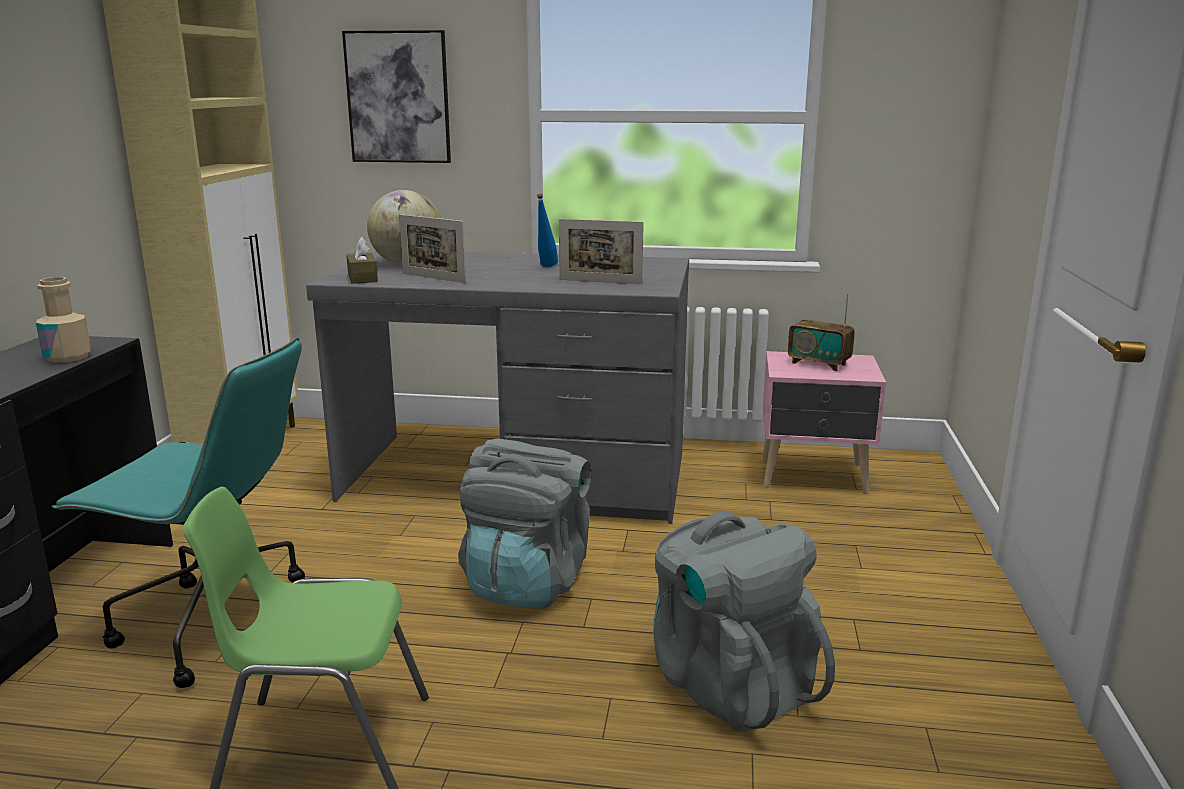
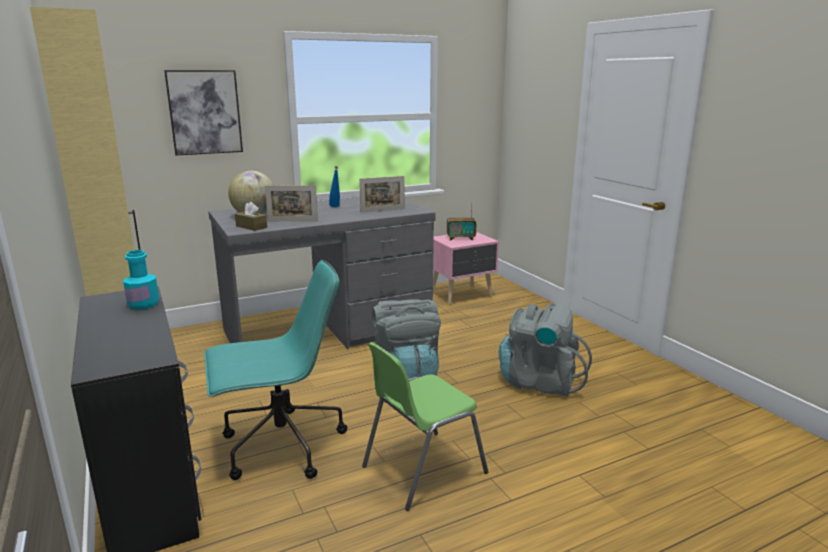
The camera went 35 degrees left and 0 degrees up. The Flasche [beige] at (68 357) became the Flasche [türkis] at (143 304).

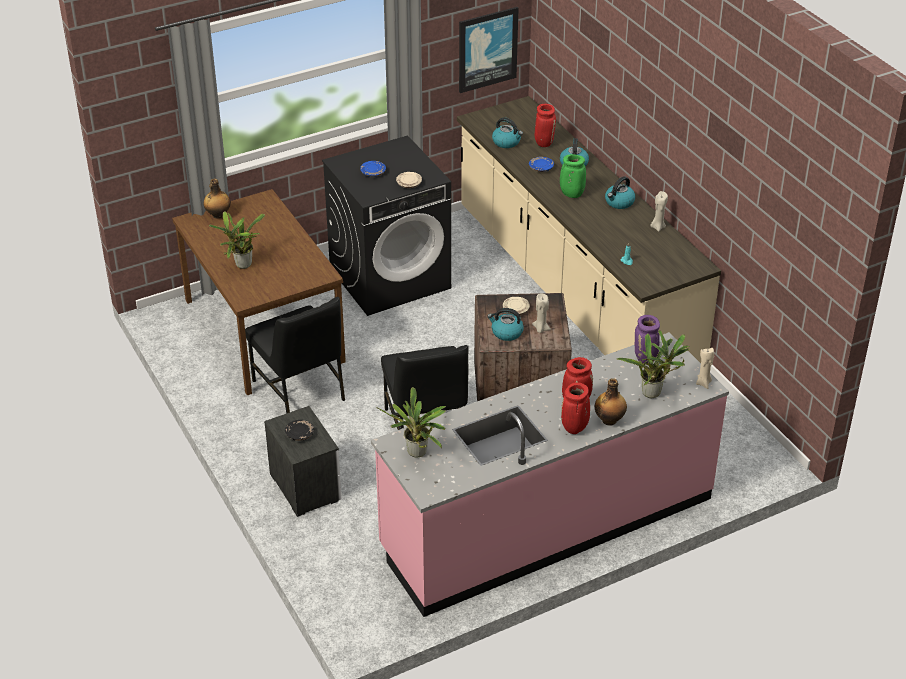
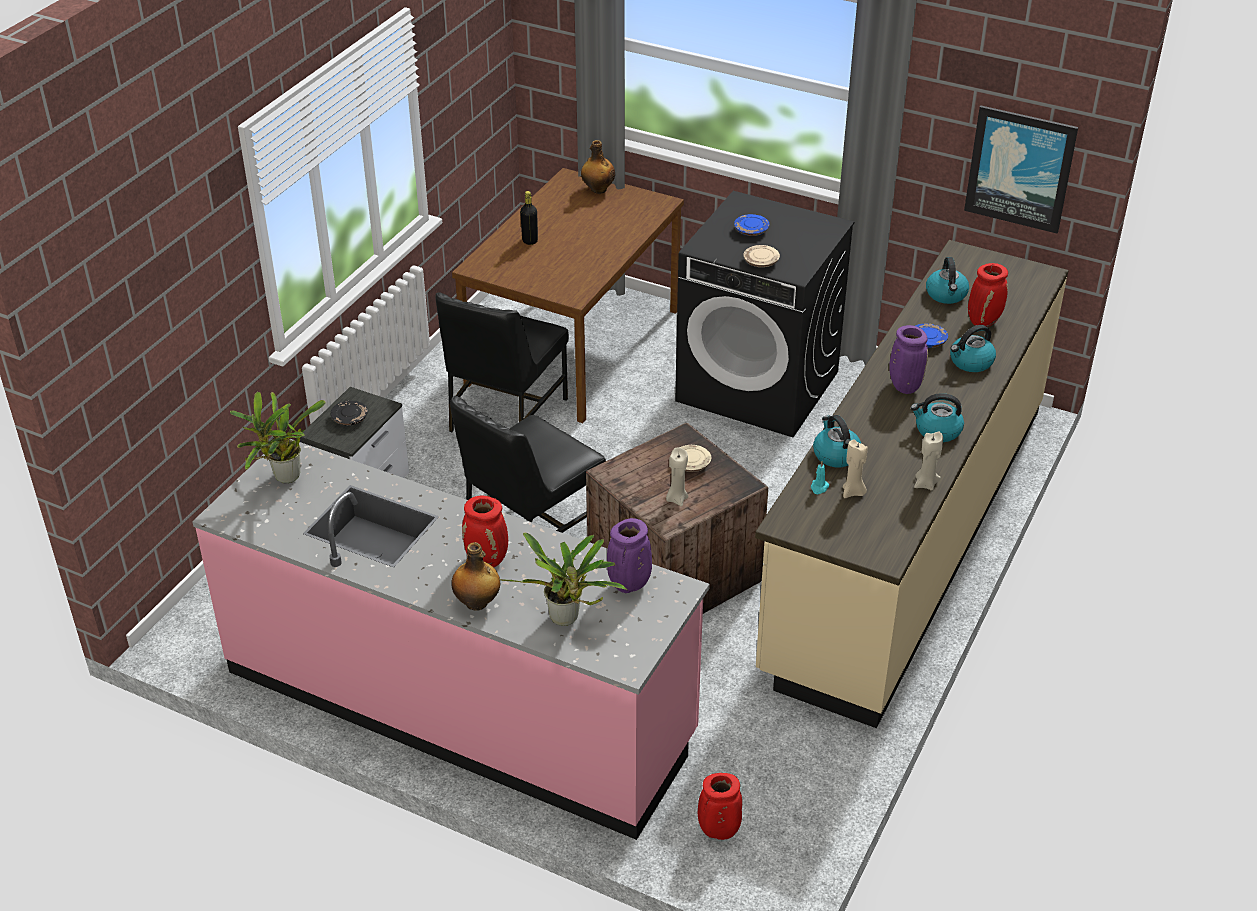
The camera went 55 degrees right and 0 degrees up. The Wasserkessel moved from (506 333) to (835 454). The Vase [rot] moved from (574 429) to (718 831). The Kerze [beige] moved from (703 383) to (853 492). The Topfpflanze at (242 266) was replaced by the Flasche [schwarz] at (530 241). The Vase [grün] at (571 194) became the Vase [lila] at (904 386).

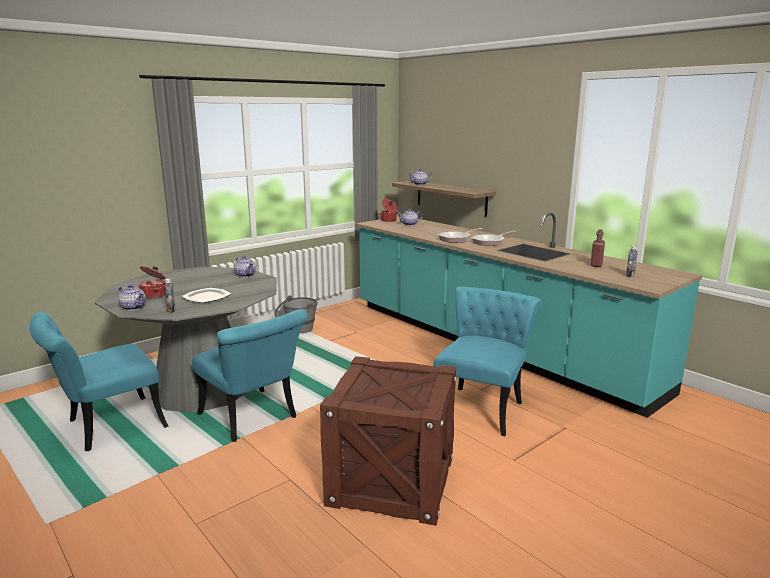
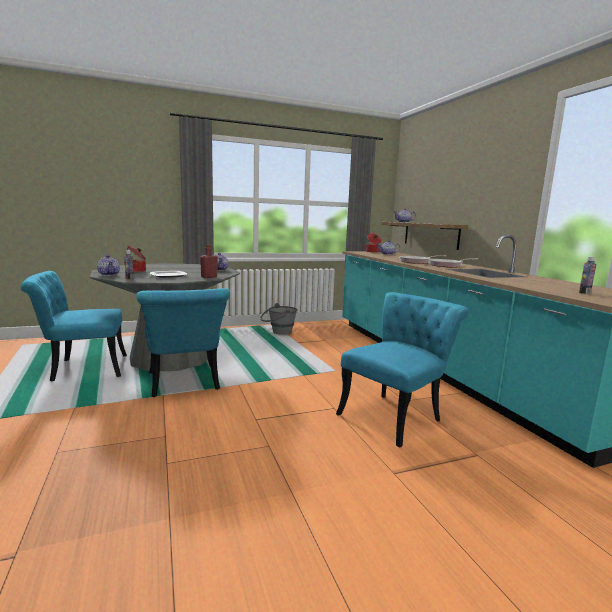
The camera went 20 degrees right and 5 degrees down. The Kiste at (392 480) disappeared. The Flasche [rot] moved from (596 265) to (209 277).

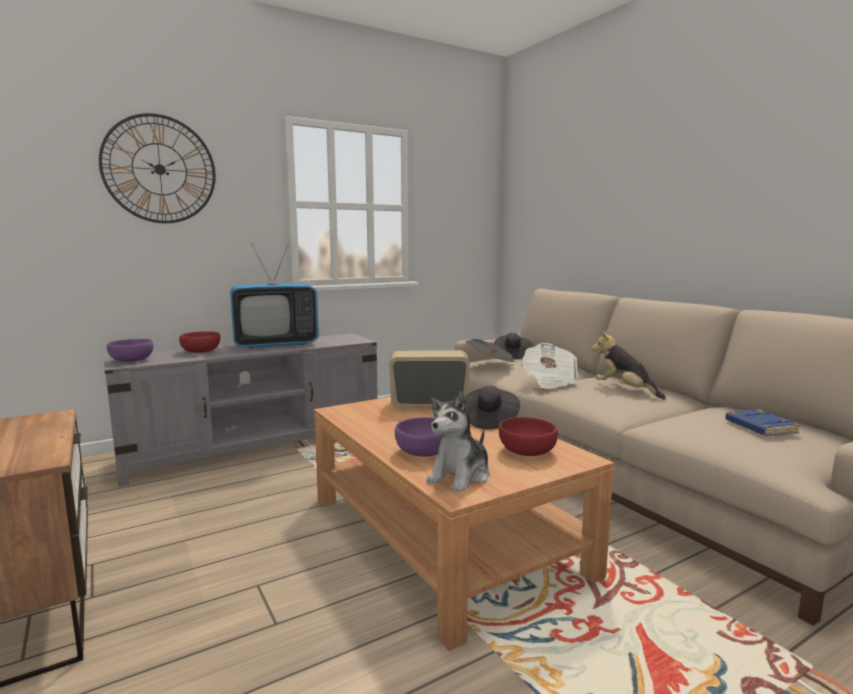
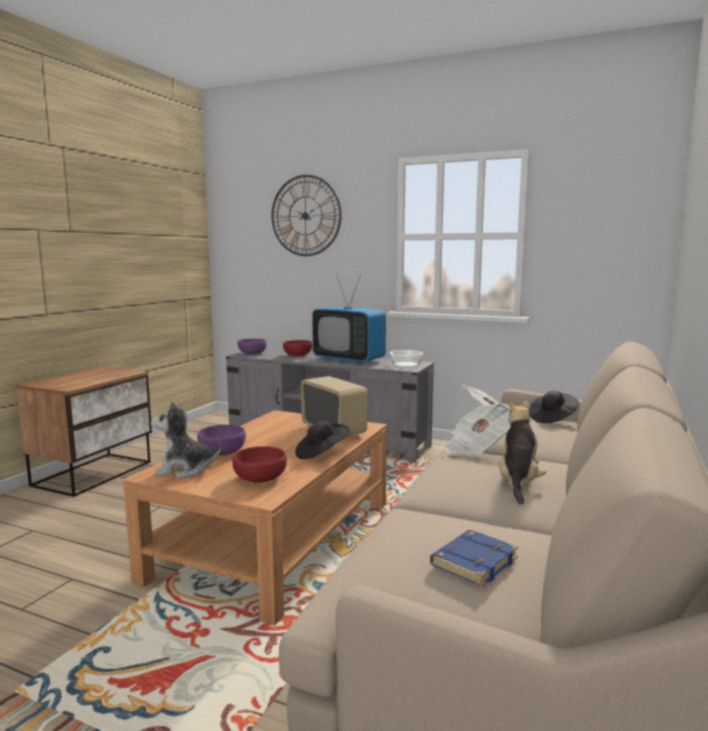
The camera went 55 degrees right and 0 degrees up. The Schüssel at (406 364) appeared.

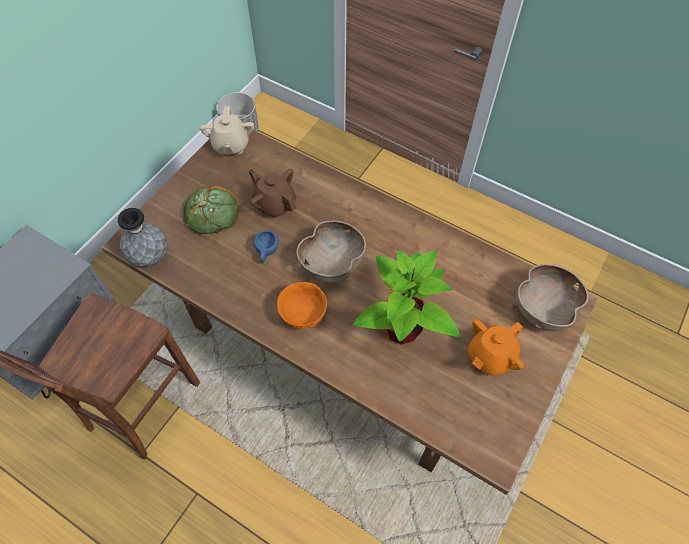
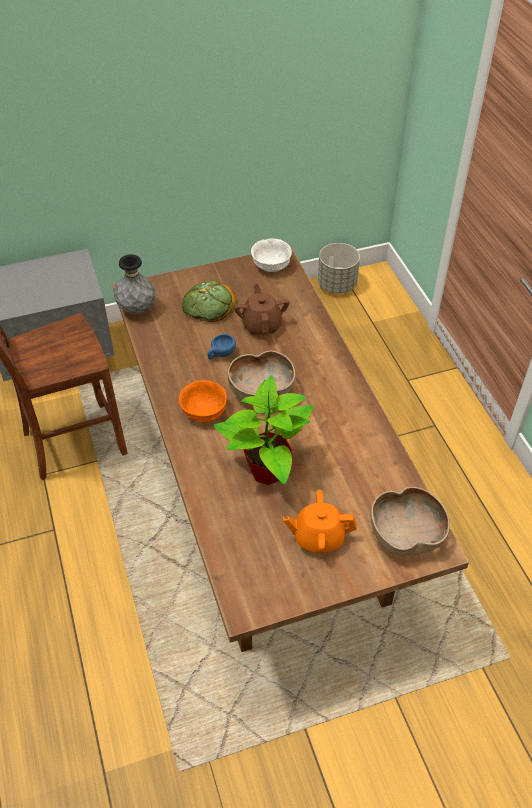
The camera went 40 degrees right and 10 degrees down. The Teekanne [beige] at (231 145) was replaced by the Schüssel [weiß] at (271 265).

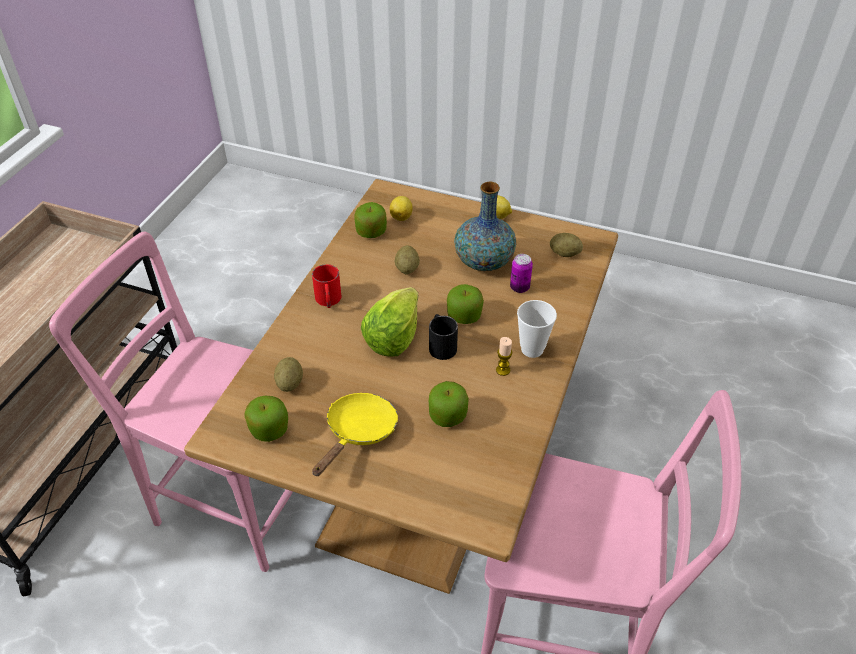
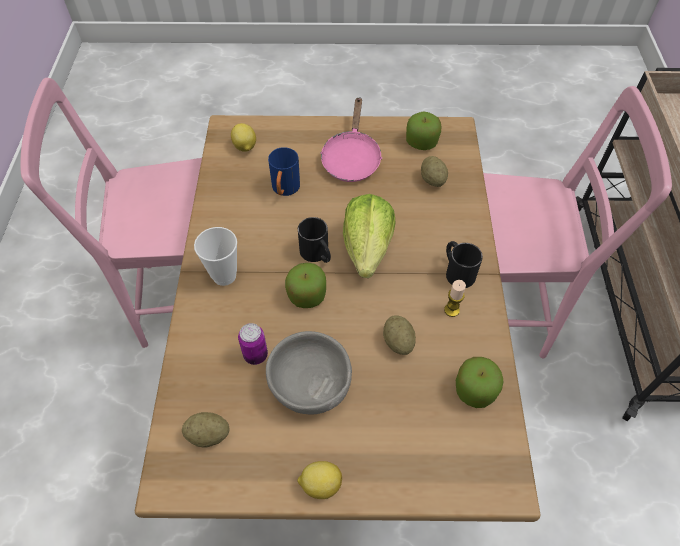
The camera went 160 degrees right and 10 degrees up. The Zitrone moved from (401 217) to (245 147). The Kerze moved from (503 370) to (451 310). The Apfel at (448 415) was replaced by the Henkelbecher [blau] at (285 190). The Vase at (483 262) was replaced by the Schüssel [grau] at (311 383). The Henkelbecher [rot] at (328 301) became the Henkelbecher [schwarz] at (457 271). The Pfanne [gelb] at (358 432) became the Pfanne [rosa] at (351 158).

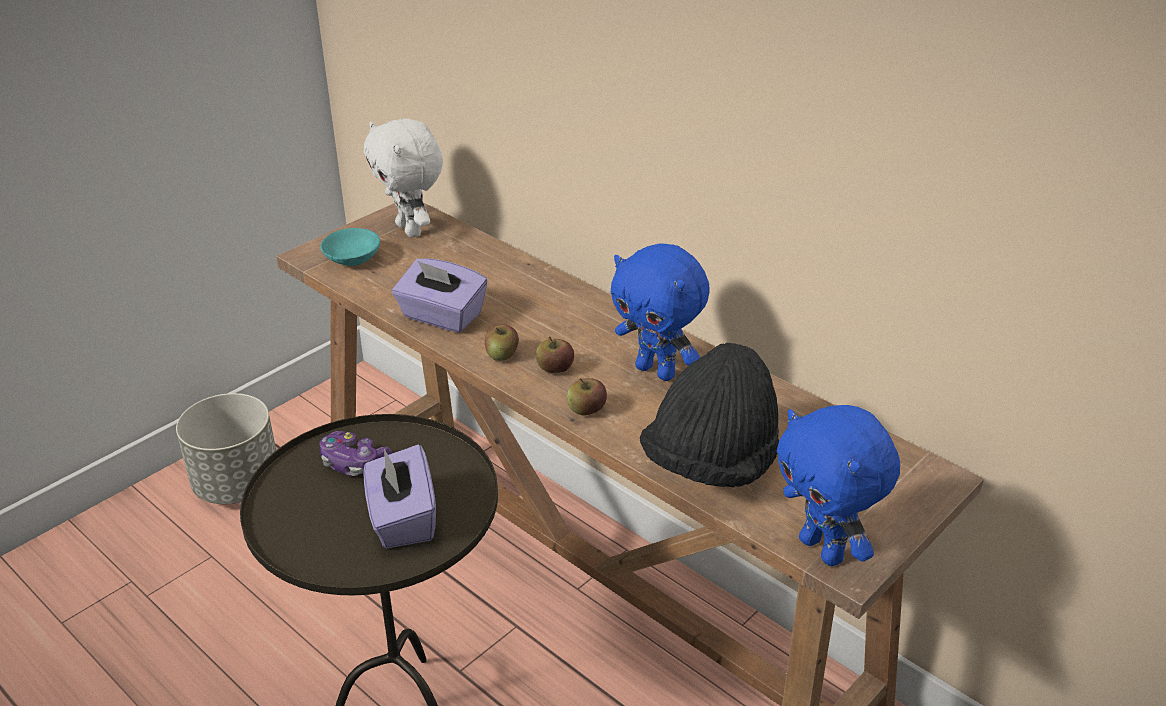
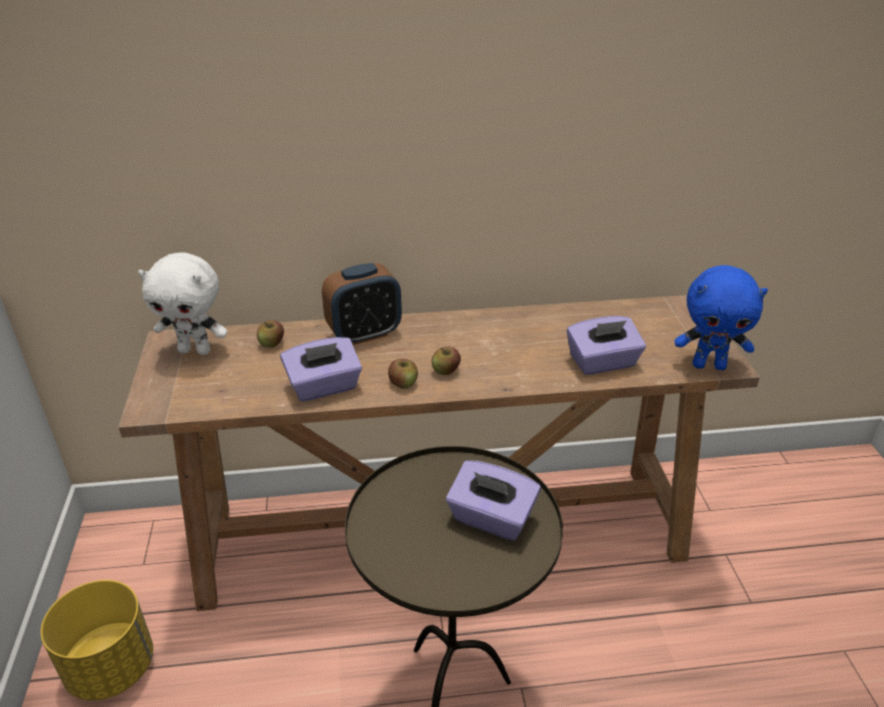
The camera went 50 degrees left and 0 degrees up. The Gamepad at (354 463) disappeared. The Schüssel [türkis] at (354 258) disappeared. The Plüschtier [blau] at (657 371) disappeared. The Wecker at (364 334) appeared. The Apfel moved from (586 410) to (272 343). The Hut [schwarz] at (711 463) was replaced by the Taschentuchbox [lila] at (603 363). The Pflanzkübel [grau] at (238 484) became the Pflanzkübel [gelb] at (111 667).

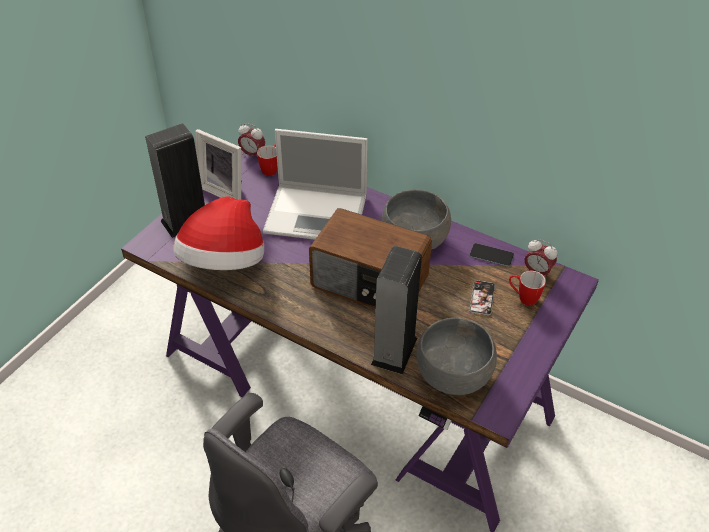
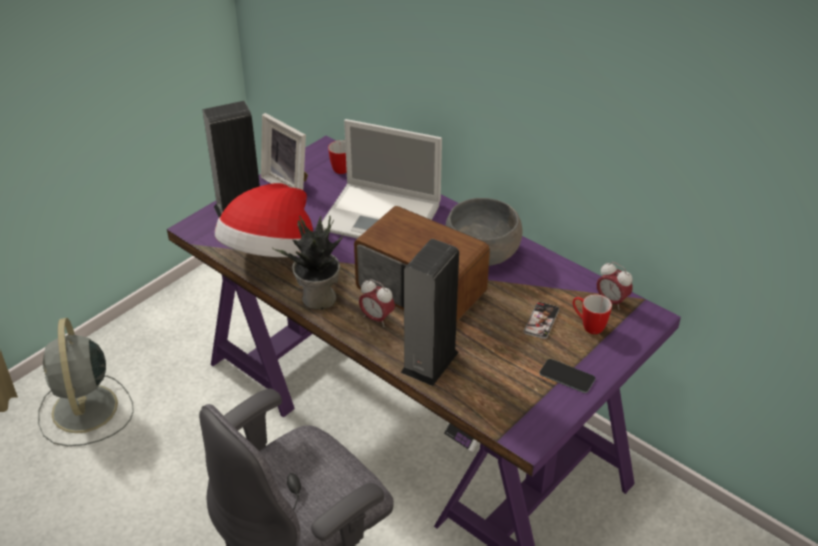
The camera went 10 degrees right and 5 degrees down. The Schüssel [grau] at (454 374) disappeared. The Ventilator [grau] at (85 411) appeared. The Topfpflanze at (318 299) appeared. The Wecker moved from (252 154) to (377 318). The Handy moved from (491 255) to (567 376).

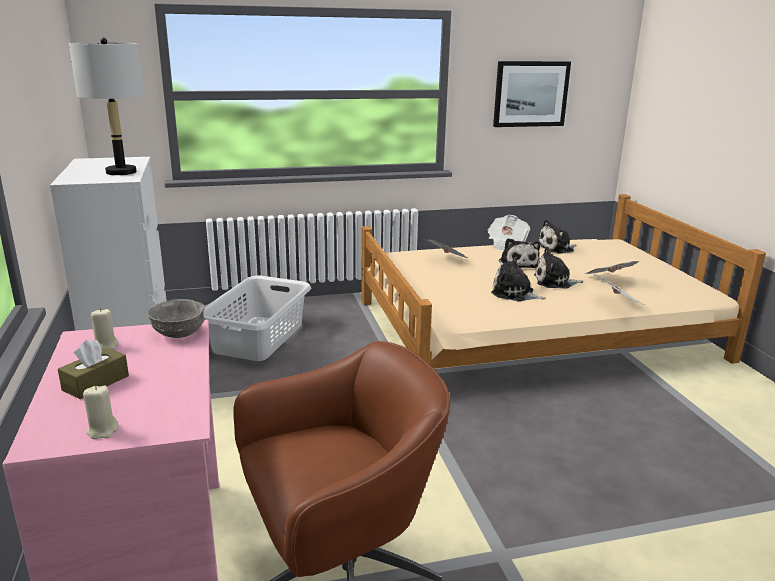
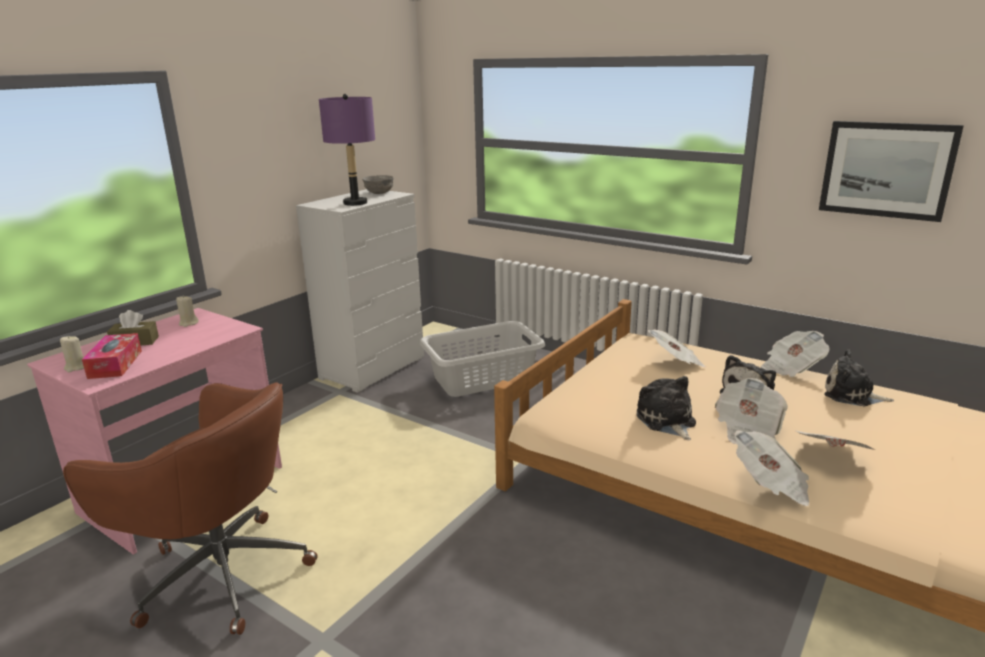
The camera went 50 degrees right and 0 degrees up. The Taschentuchbox at (115 364) appeared. The Schüssel [grau] moved from (179 332) to (379 192). The Plüschtier at (554 282) was replaced by the Zeitung at (747 429). The Tischlampe [grau] at (121 172) became the Tischlampe [lila] at (355 203).

